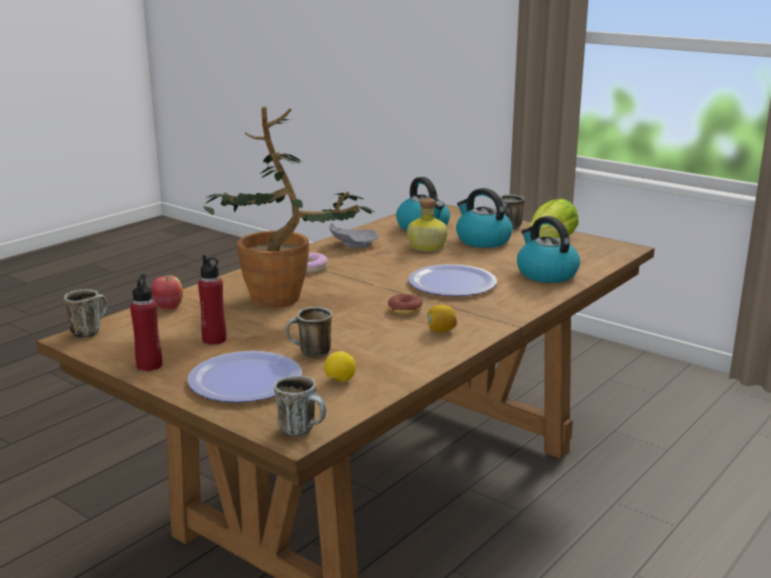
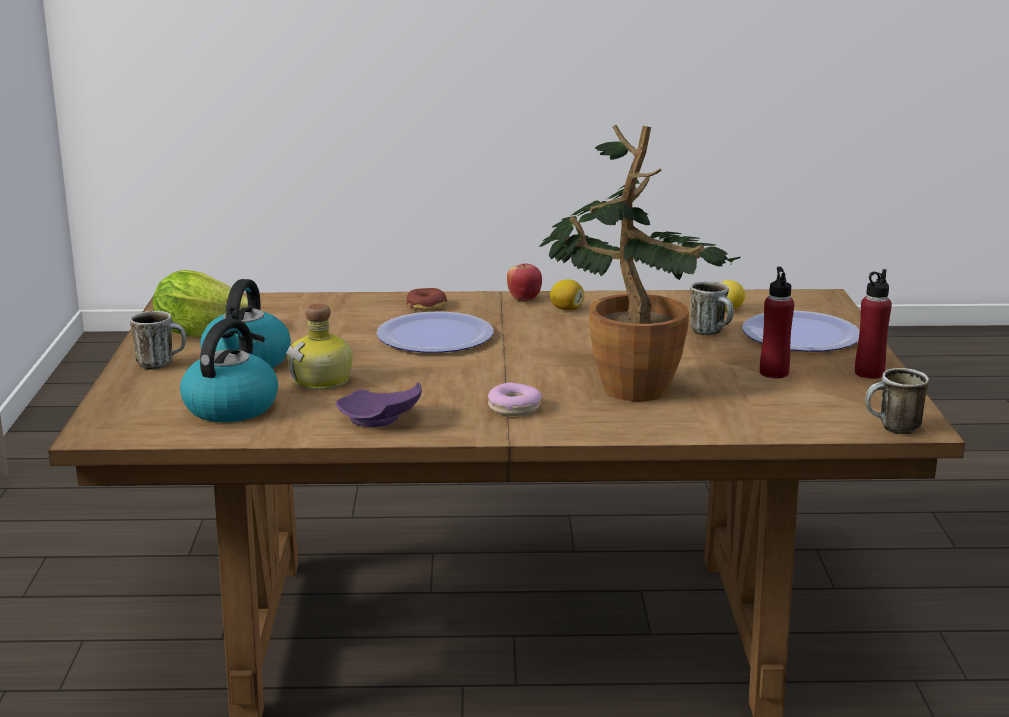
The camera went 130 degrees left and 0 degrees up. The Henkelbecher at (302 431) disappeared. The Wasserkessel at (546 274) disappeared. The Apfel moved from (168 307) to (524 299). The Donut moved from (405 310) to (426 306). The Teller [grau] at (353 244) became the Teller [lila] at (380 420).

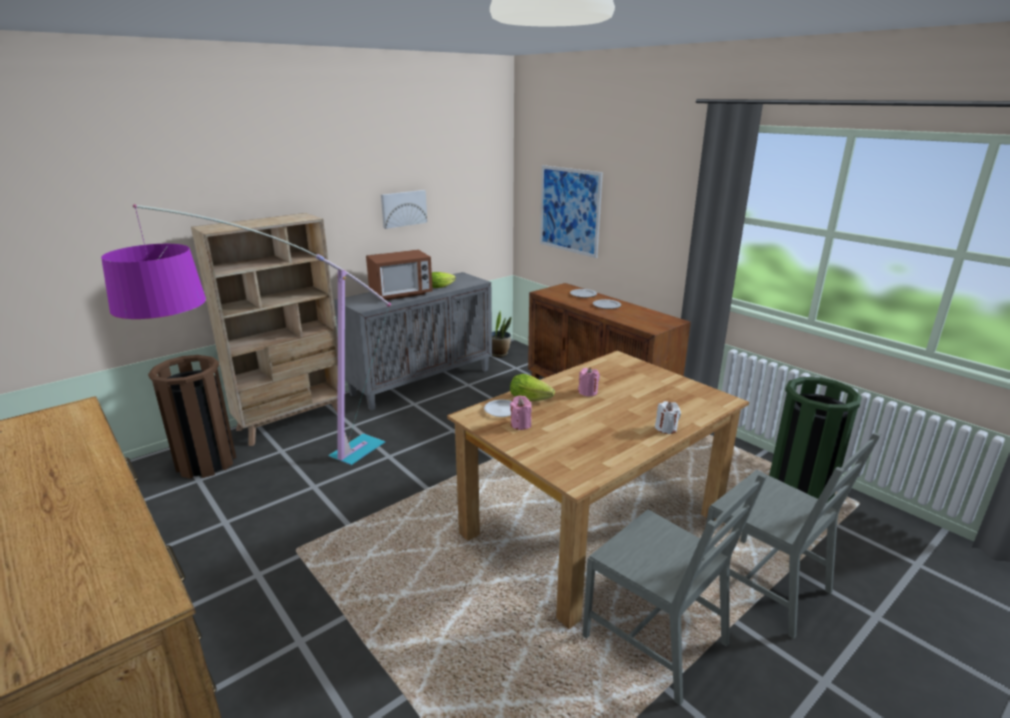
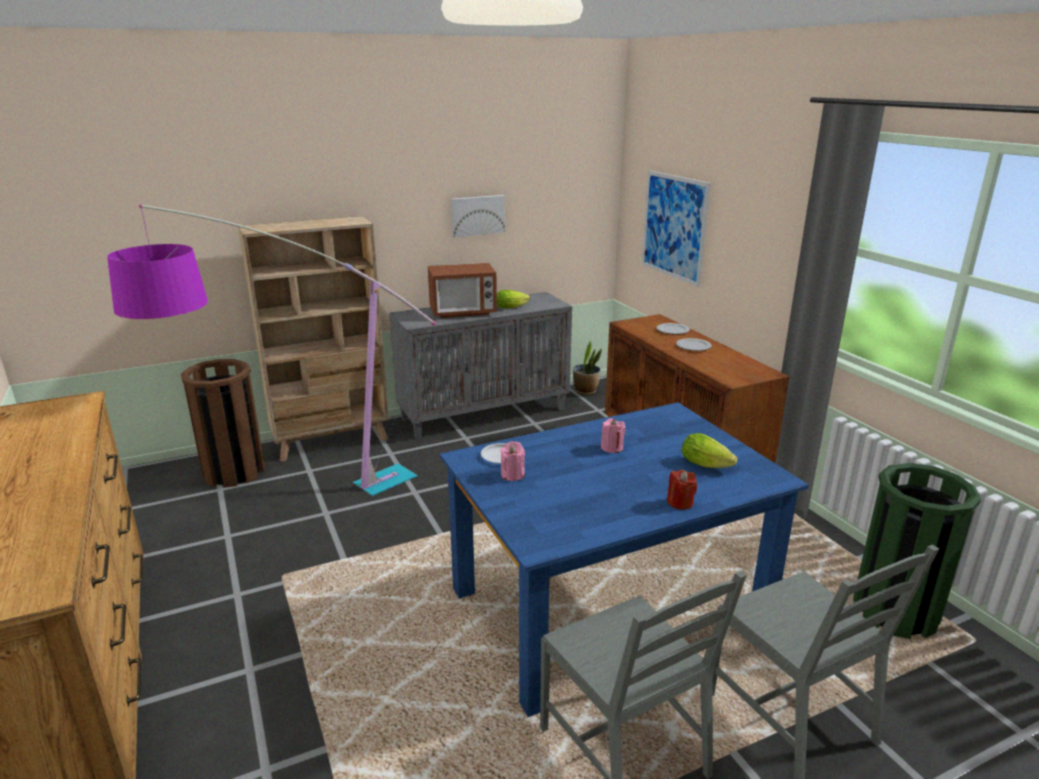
The camera went 15 degrees right and 0 degrees up. The Salatkopf moved from (532 399) to (708 465). The Esstisch [braun] at (592 526) became the Esstisch [blau] at (607 608). The Kerze [weiß] at (666 428) became the Kerze [rot] at (680 502).

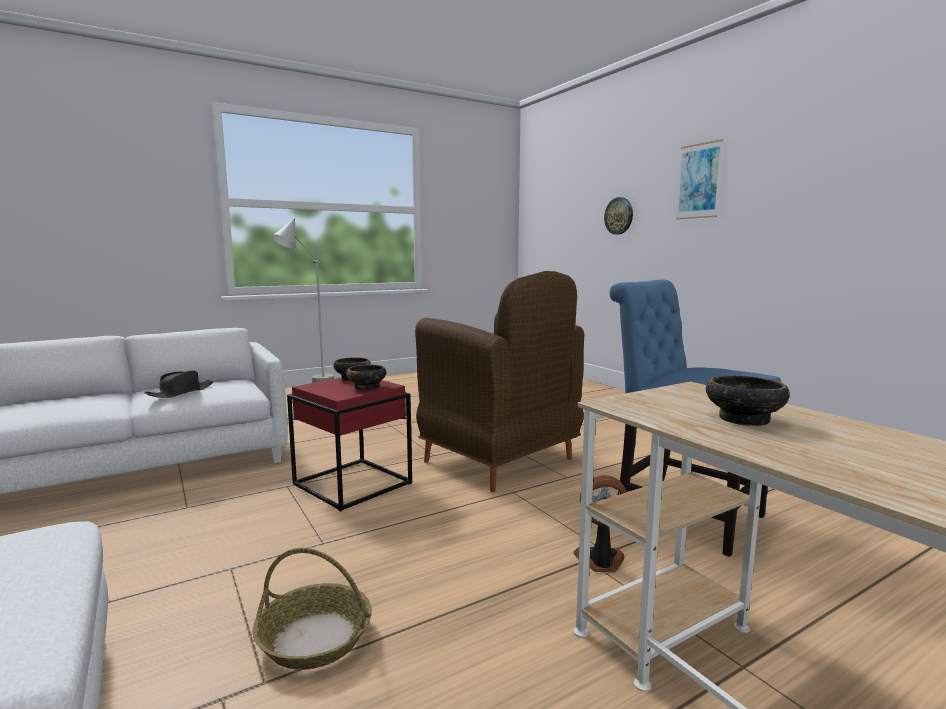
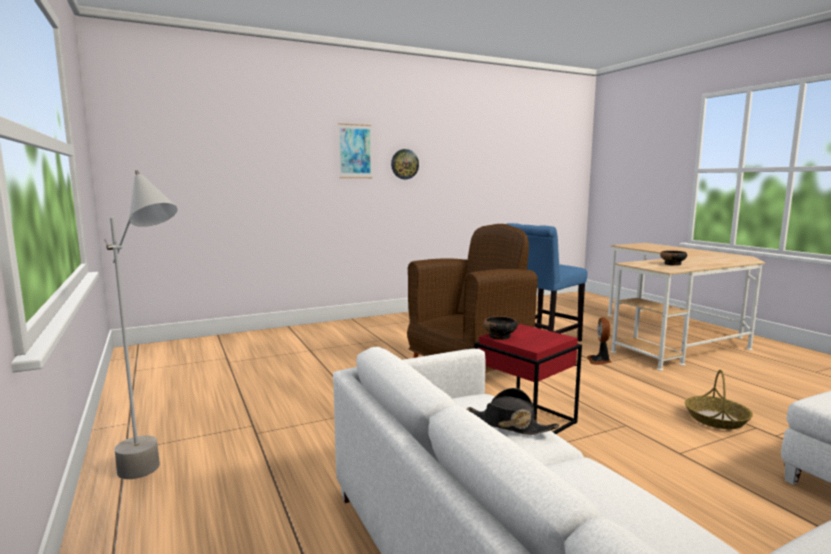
The camera went 85 degrees left and 0 degrees up. The Schüssel at (366 387) disappeared. The Wanduhr moved from (619 216) to (404 164).

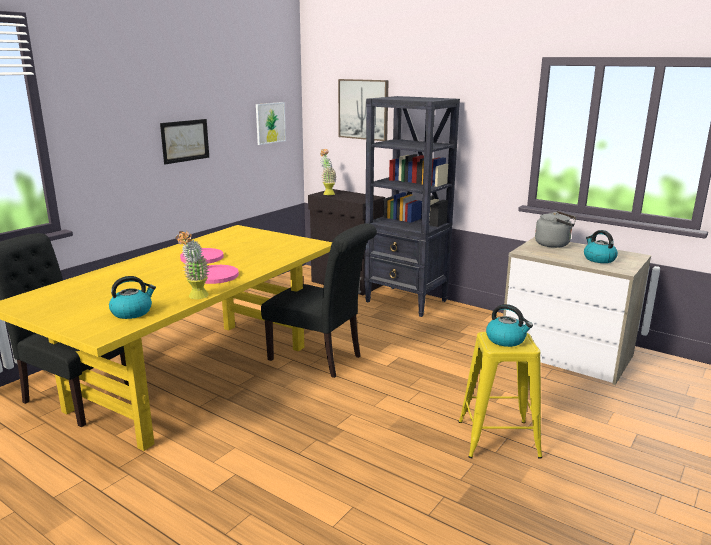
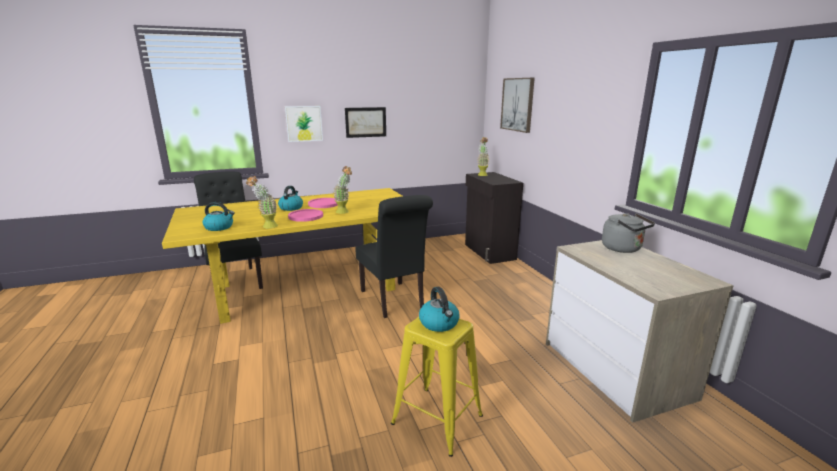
The camera went 35 degrees right and 0 degrees up. The Bücherregal [schwarz] at (406 301) disappeared. The Topfpflanze at (344 212) appeared. The Bild moved from (270 123) to (304 123). The Wasserkessel moved from (598 259) to (291 208).

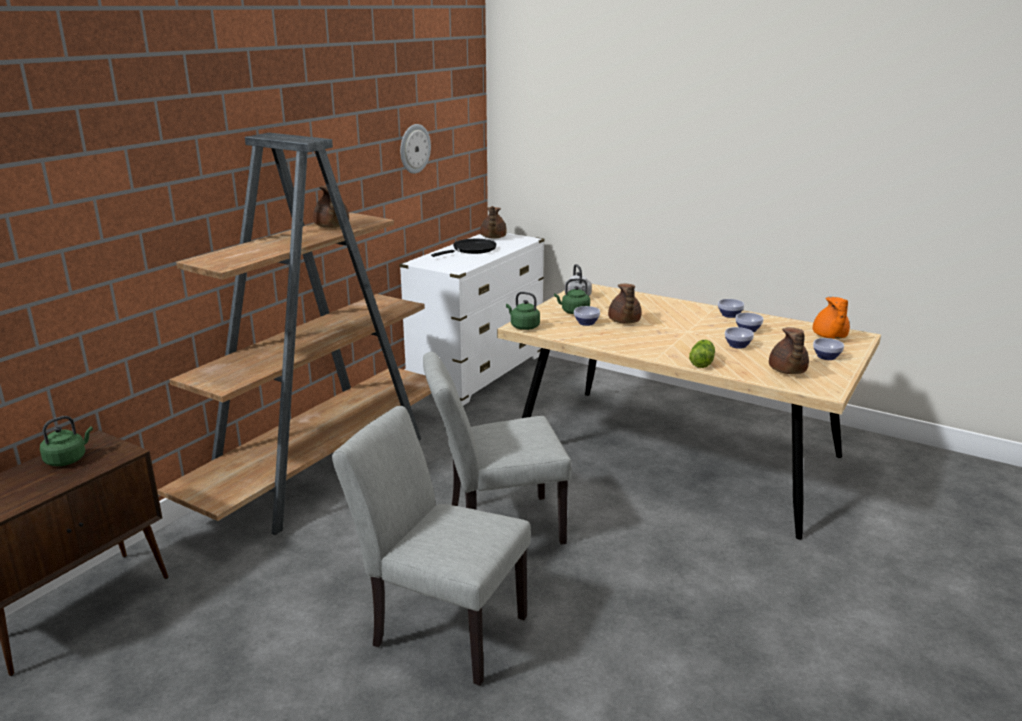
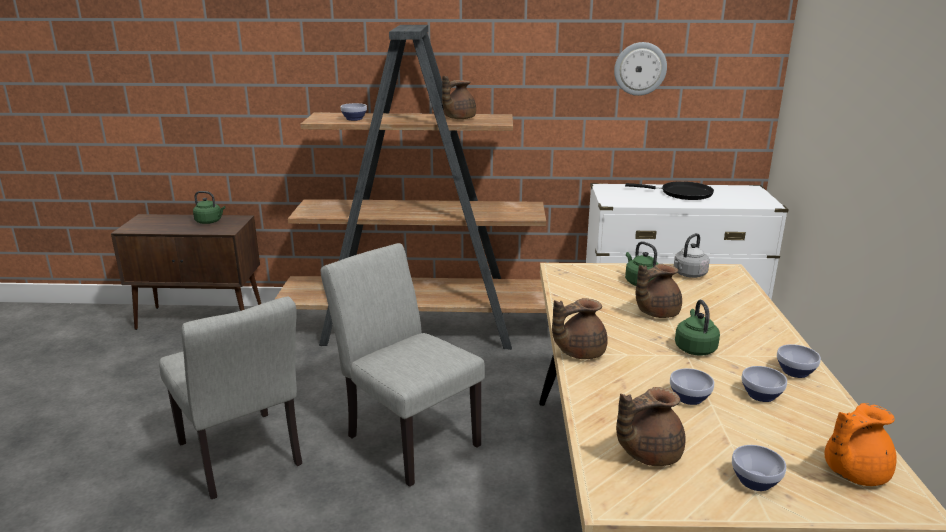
The camera went 60 degrees right and 0 degrees up. The Salatkopf at (702 362) disappeared. The Teekanne [braun] moved from (492 237) to (578 352). The Wasserkessel [grün] moved from (523 326) to (694 348). The Schüssel moved from (585 323) to (354 119). The Stuhl [grau] at (439 627) turned 150 degrees clockwise.

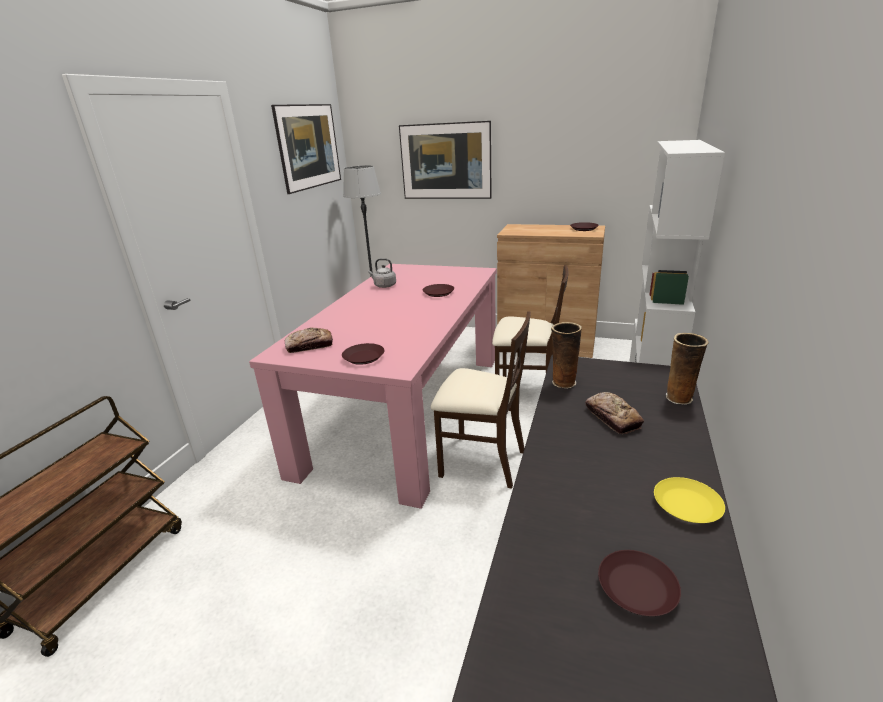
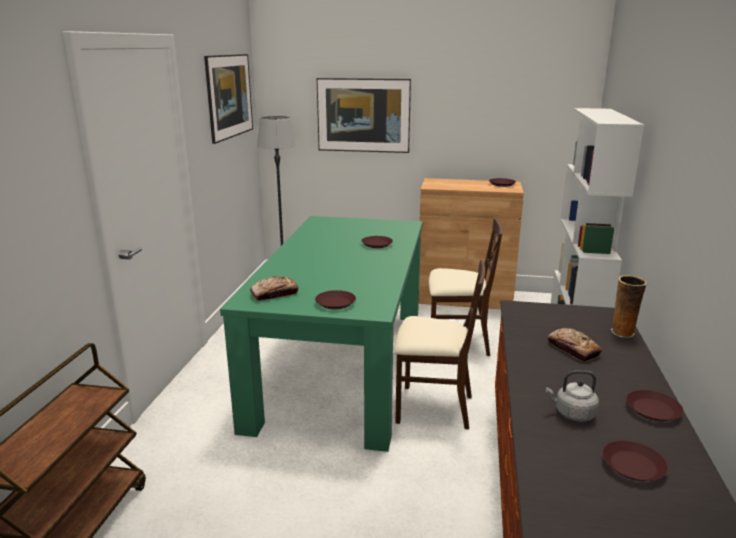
The camera went 10 degrees left and 5 degrees down. The Vase at (562 382) disappeared. The Wasserkessel [grau] moved from (384 286) to (572 414). The Esstisch [rosa] at (407 409) became the Esstisch [grün] at (343 363). The Teller [gelb] at (686 505) became the Teller [braun] at (652 410).

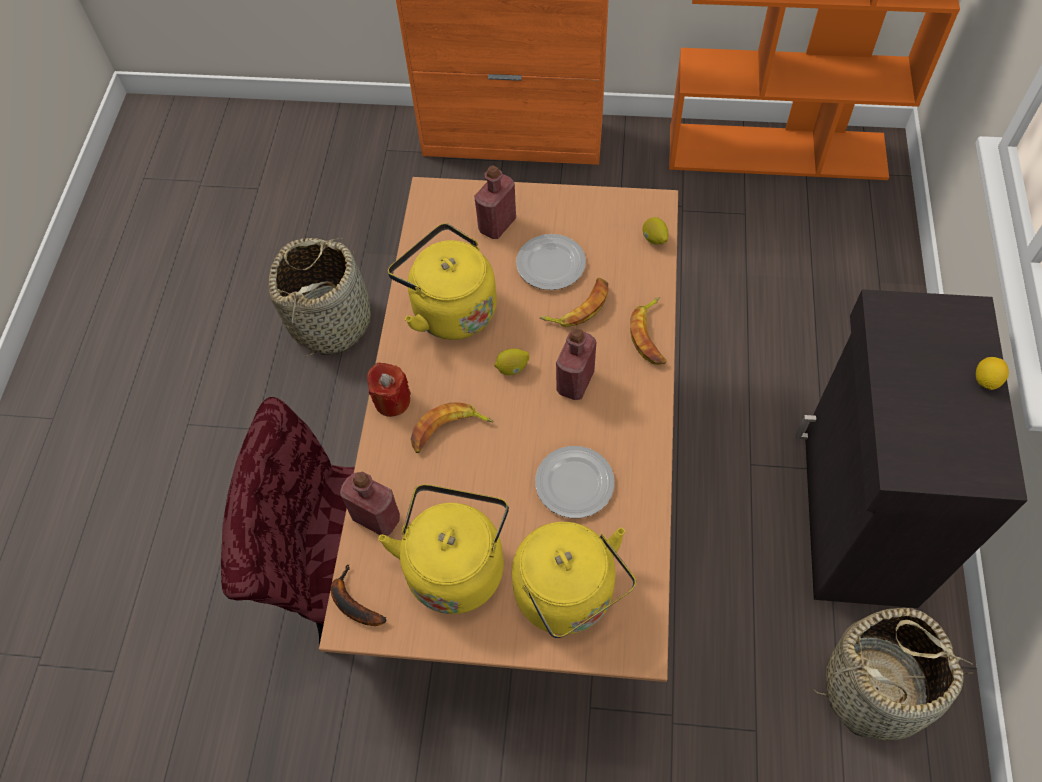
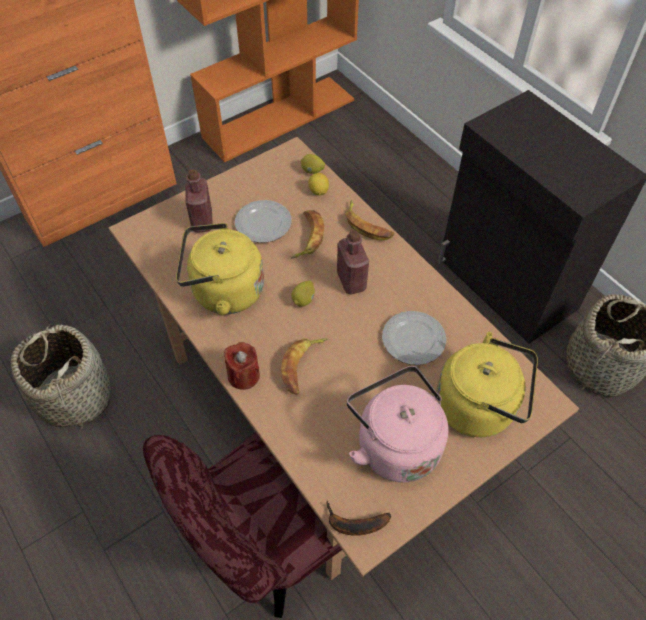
The camera went 45 degrees left and 5 degrees down. The Flasche [rot] at (376 518) disappeared. The Zitrone moved from (986 380) to (318 191). The Wasserkessel [gelb] at (456 564) became the Wasserkessel [rosa] at (394 443).

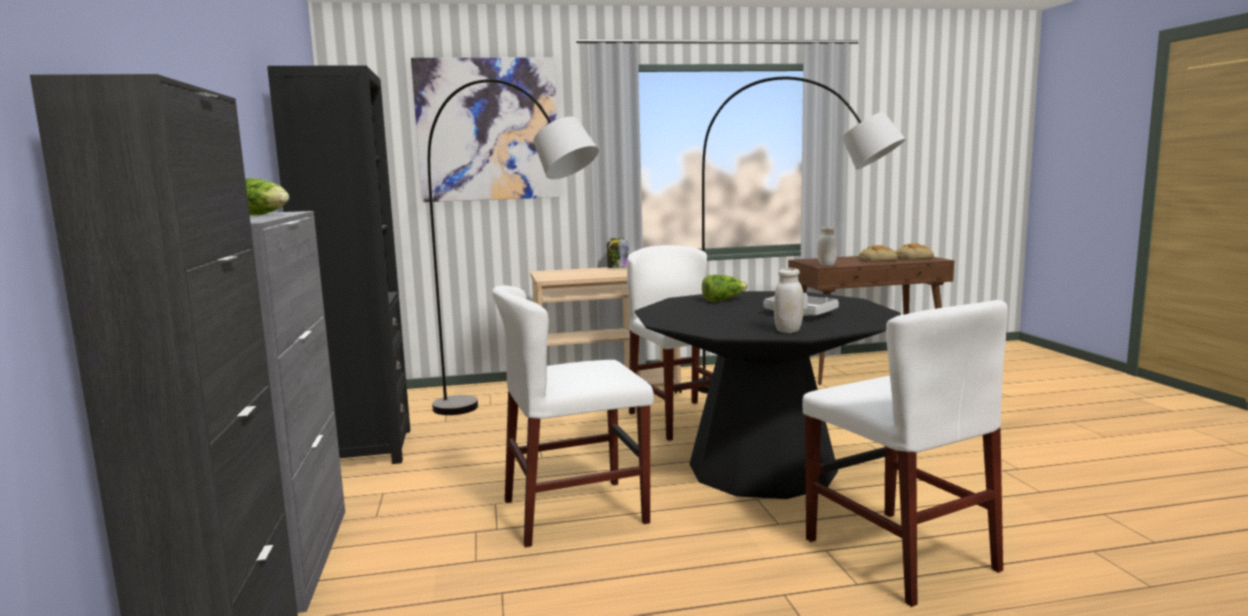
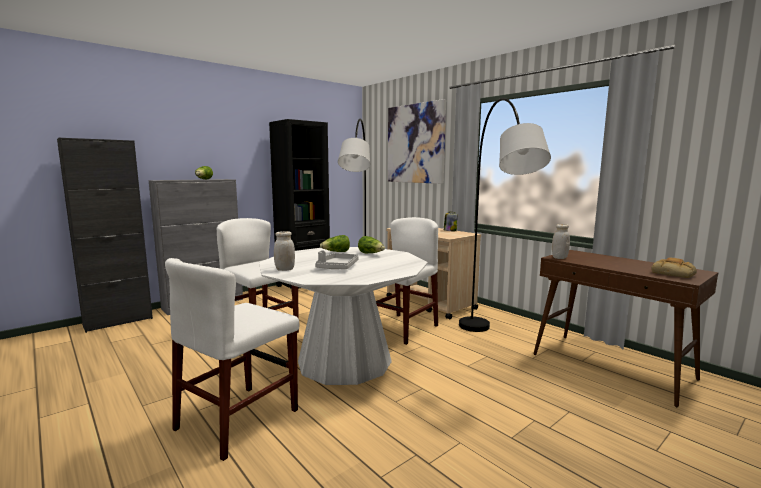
The camera went 60 degrees right and 0 degrees up. The Brot at (877 260) disappeared. The Salatkopf at (336 252) appeared. The Esstisch [schwarz] at (762 467) became the Esstisch [weiß] at (345 361).

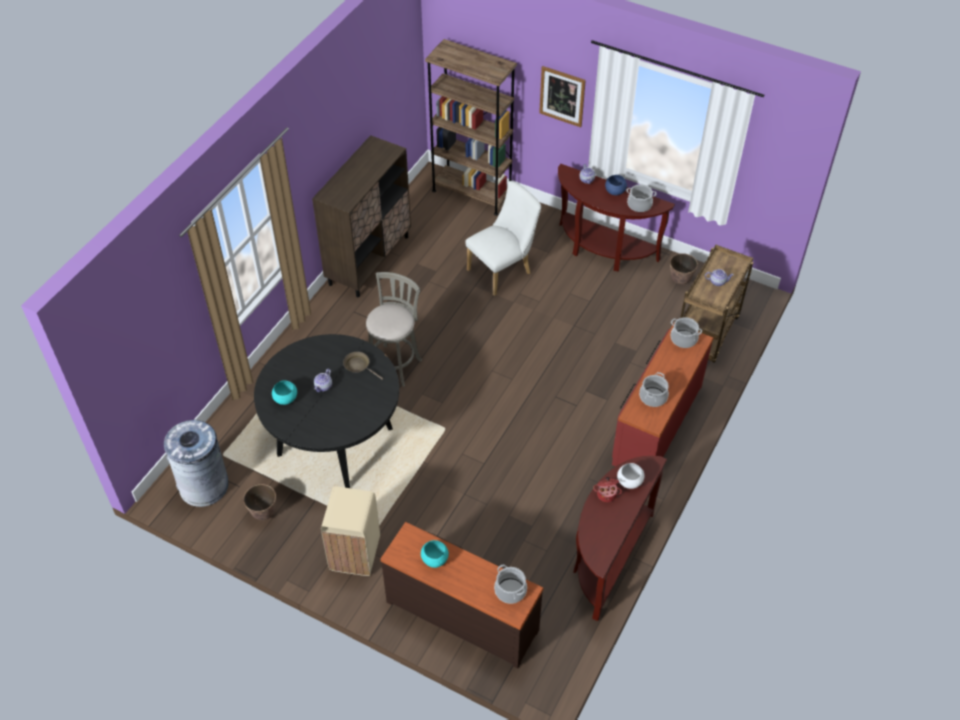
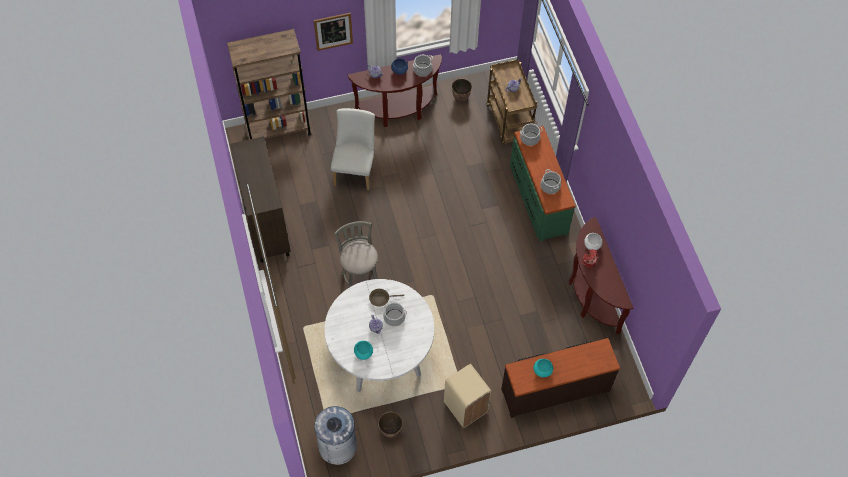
The camera went 45 degrees left and 10 degrees up. The Kochtopf moved from (510 590) to (394 317). The Esstisch [schwarz] at (335 441) became the Esstisch [weiß] at (381 355). The Kommode [rot] at (656 424) became the Kommode [grün] at (537 198).

